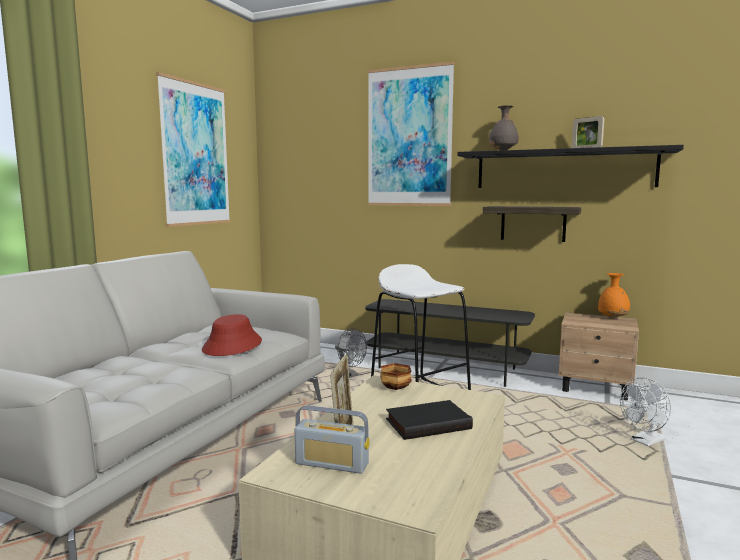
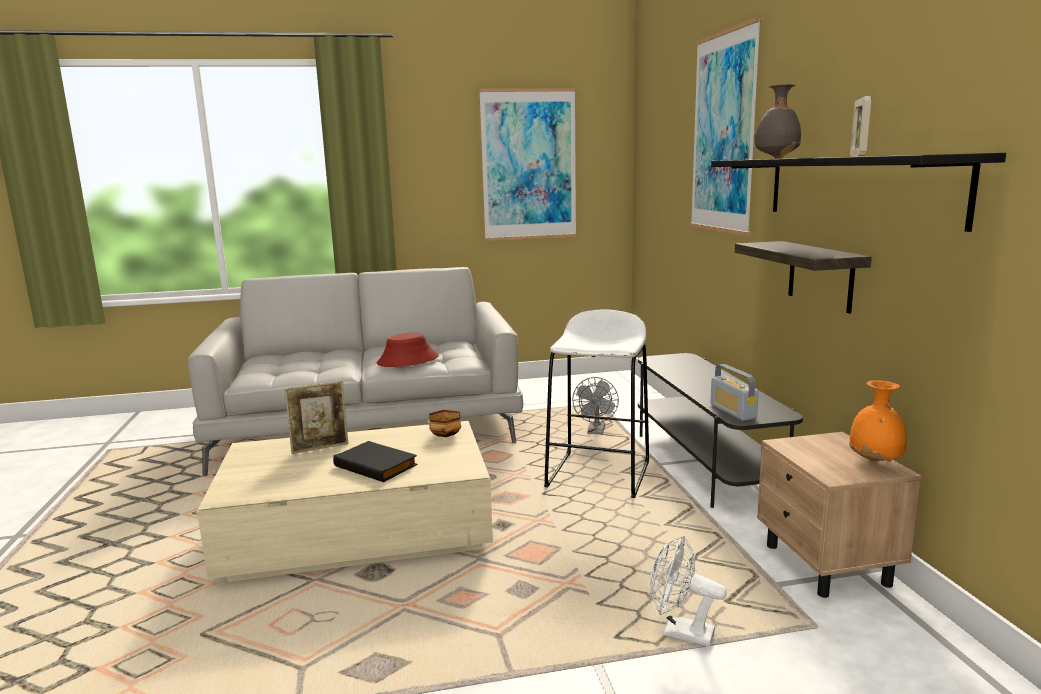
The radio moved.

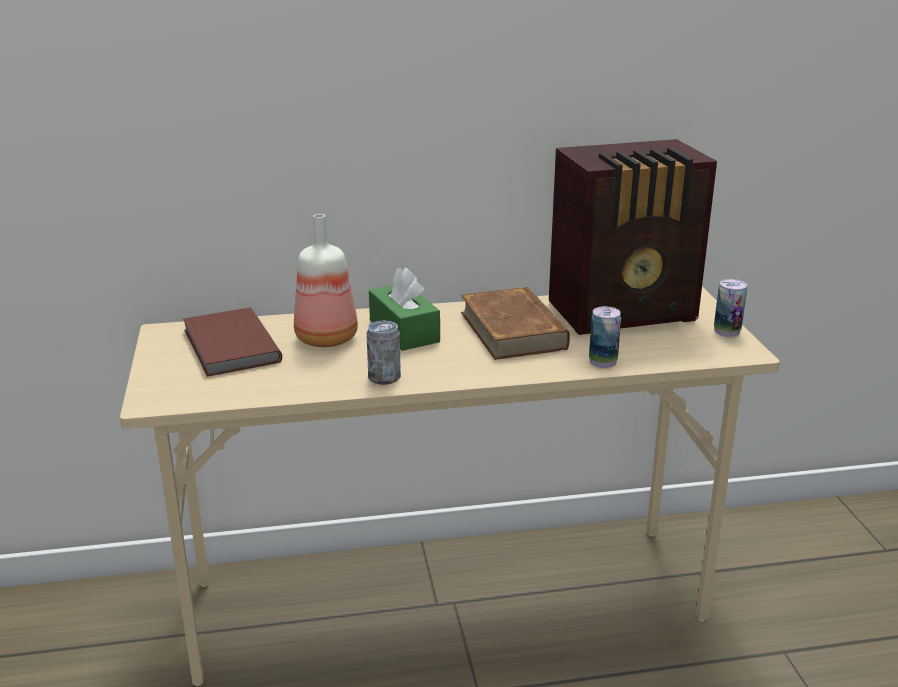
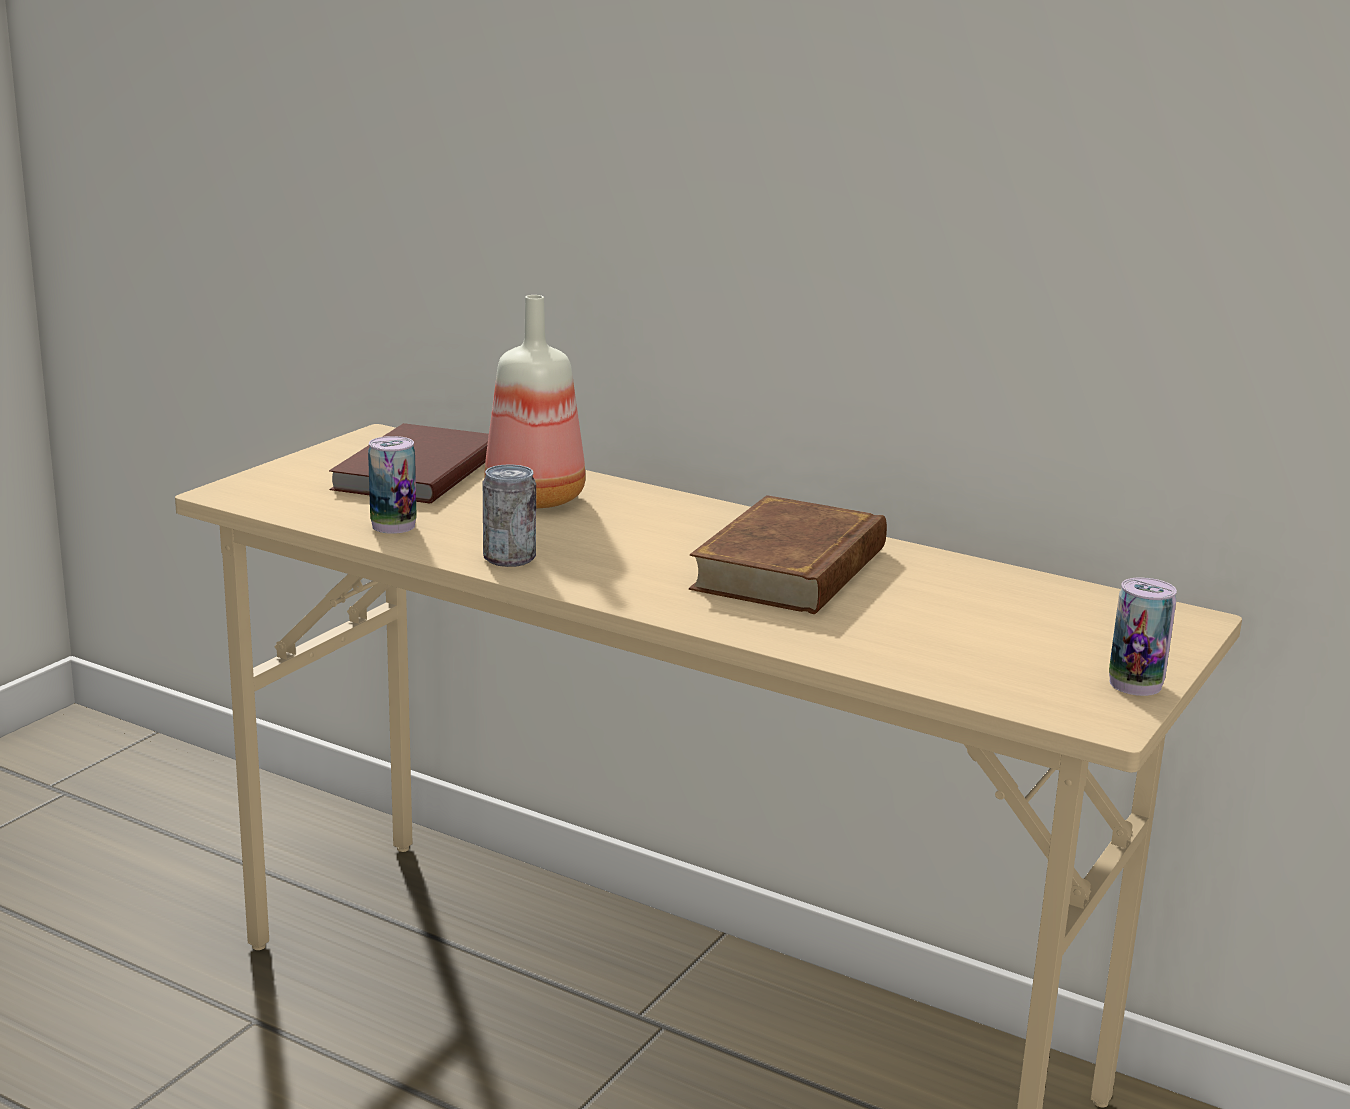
The green tissue box disappeared. The radio disappeared. The can (2nd from left in the first image) moved.

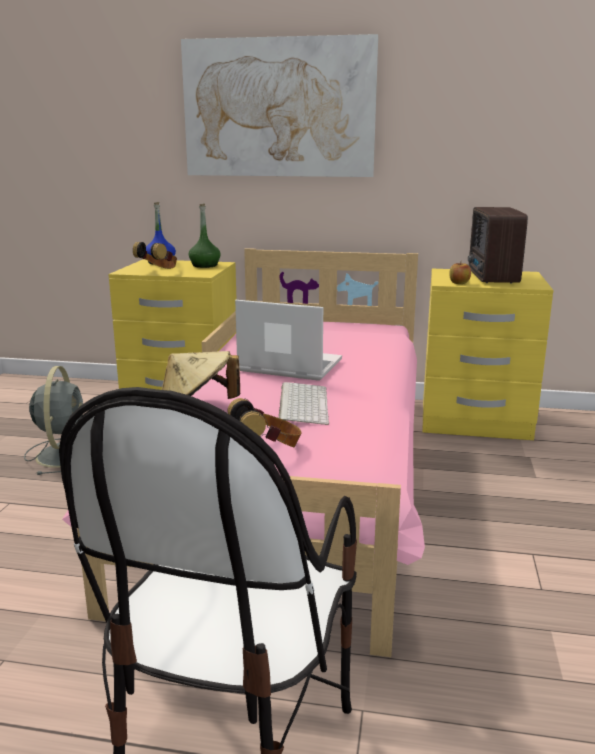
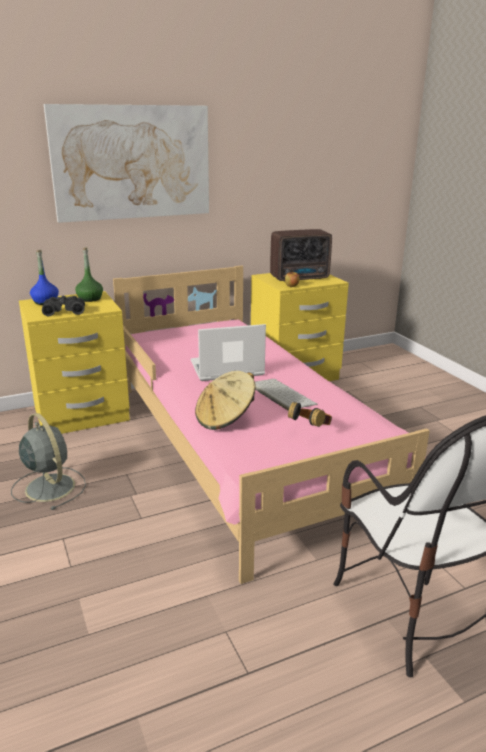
The headphones (1st from left) was replaced by the black binoculars. The radio turned 75 degrees counterclockwise.

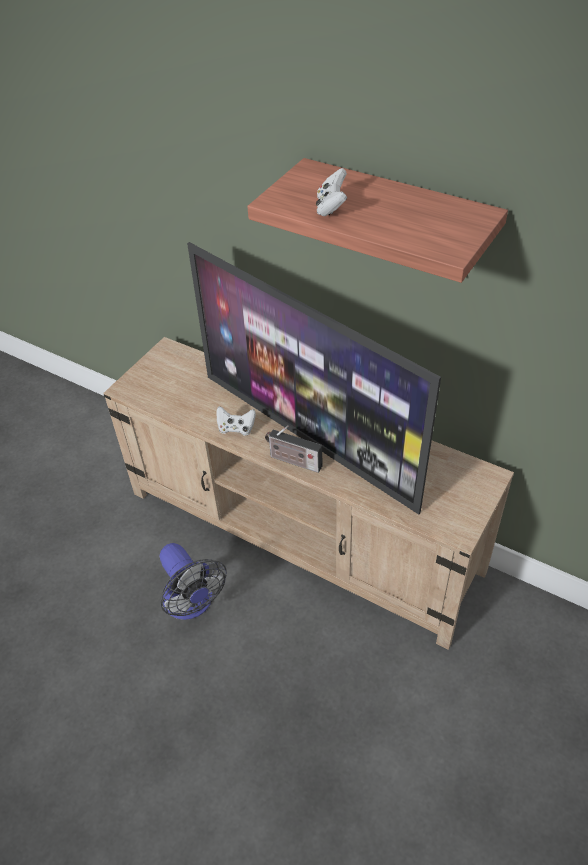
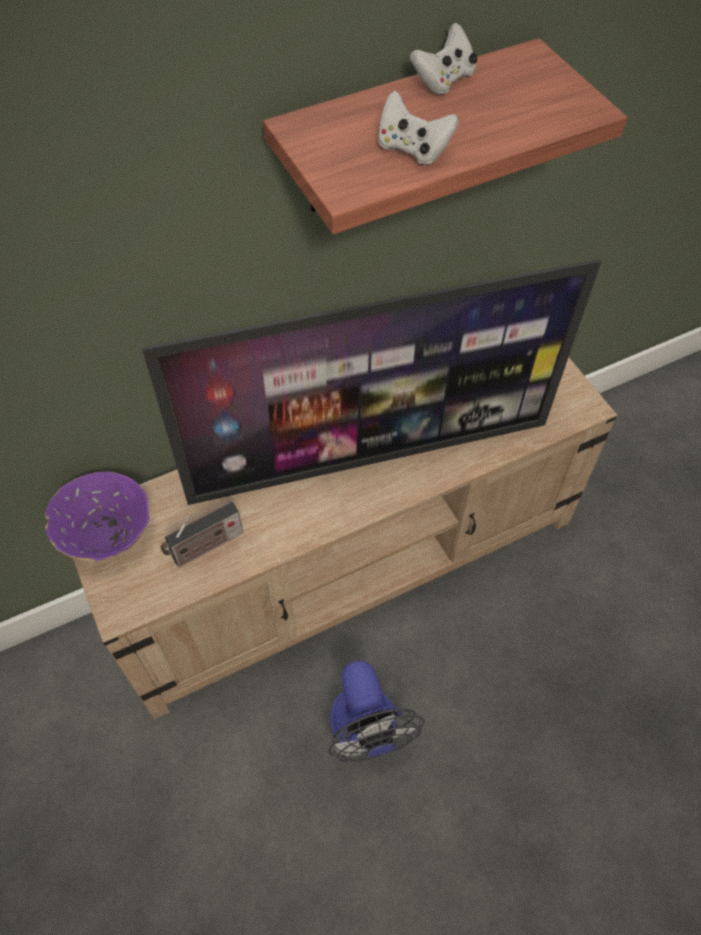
The fan turned 75 degrees clockwise. The white game controller (1st from left in the first image) moved. The radio moved. The purple bowl appeared.

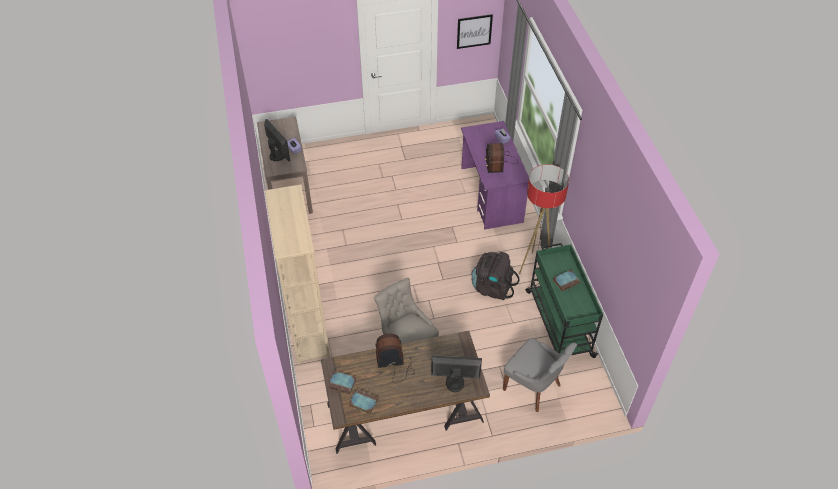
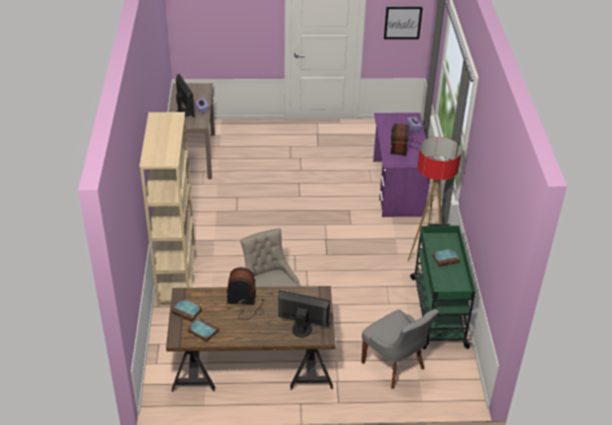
The black backpack disappeared.

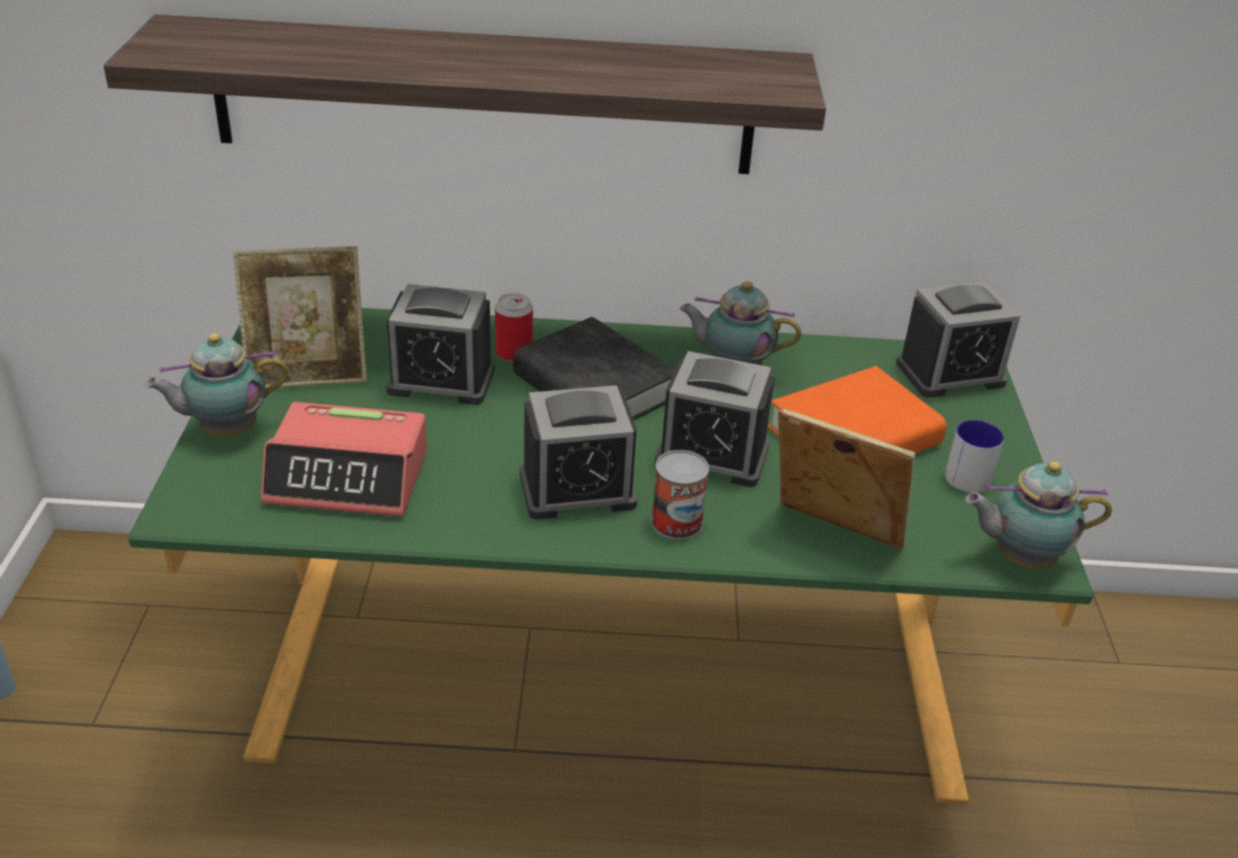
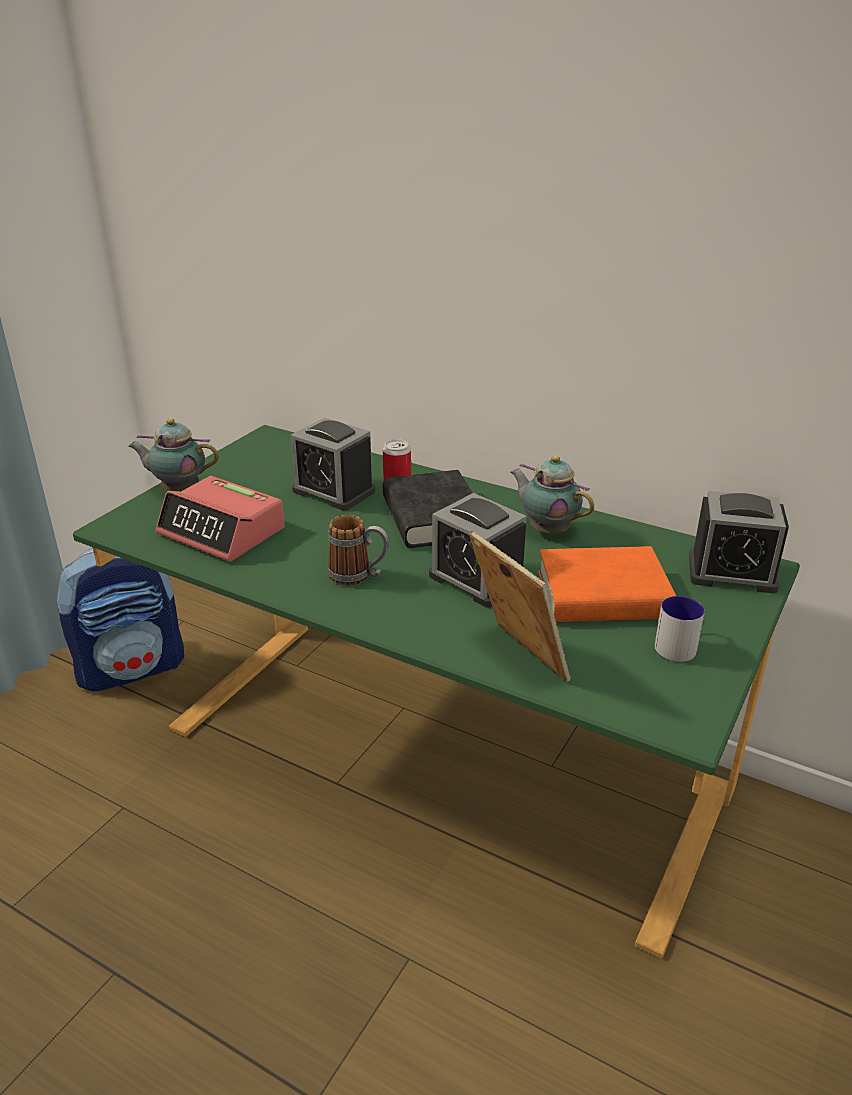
The shelf disappeared. The picture frame (1st from left) disappeared. The alarm clock (3rd from left) was replaced by the mug (1st from left). The can (2nd from left) disappeared. The teapot (3rd from left) disappeared. The backpack appeared.

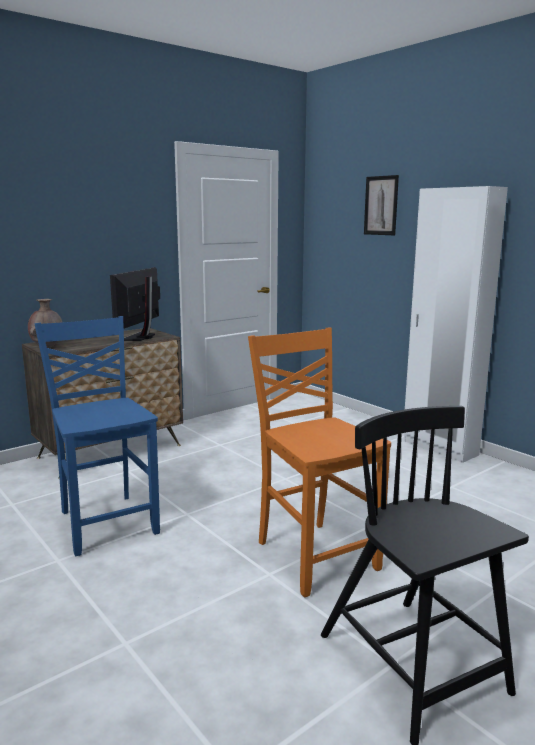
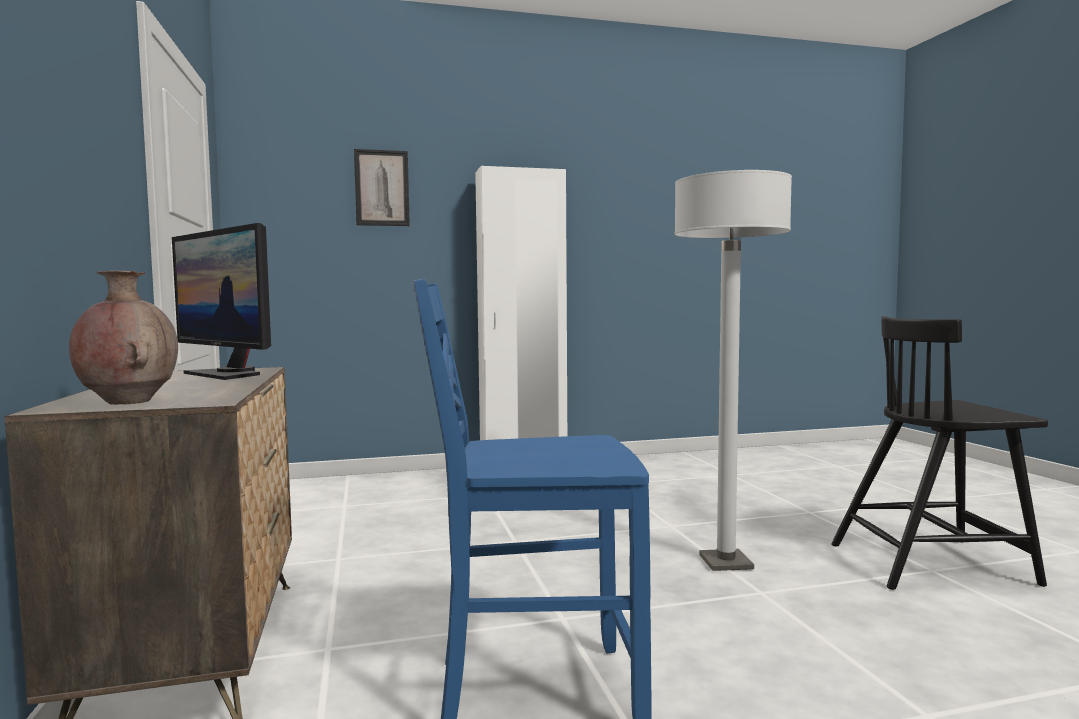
The orange chair was replaced by the white floor lamp.

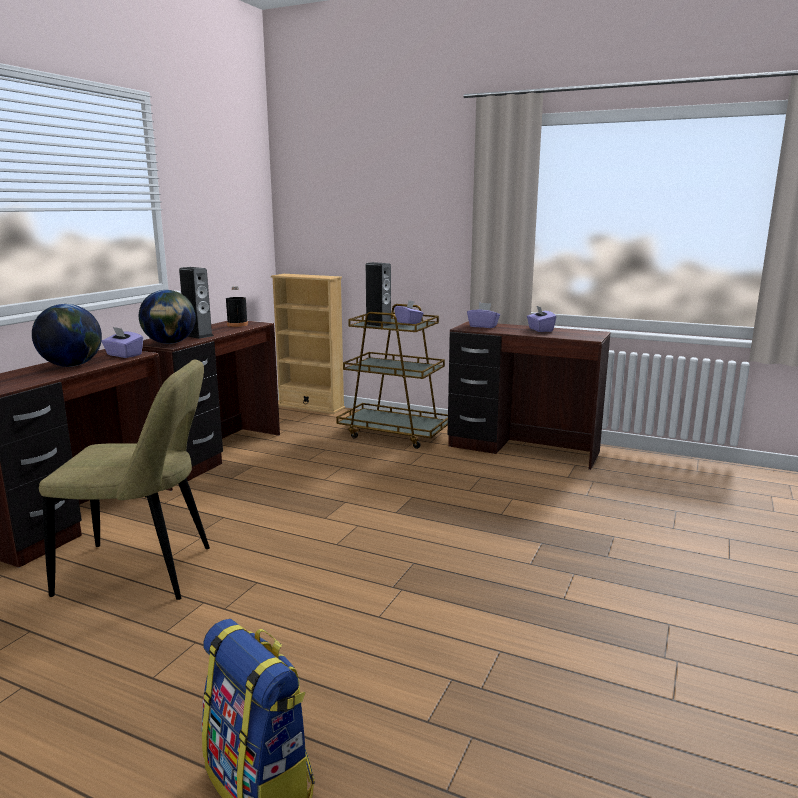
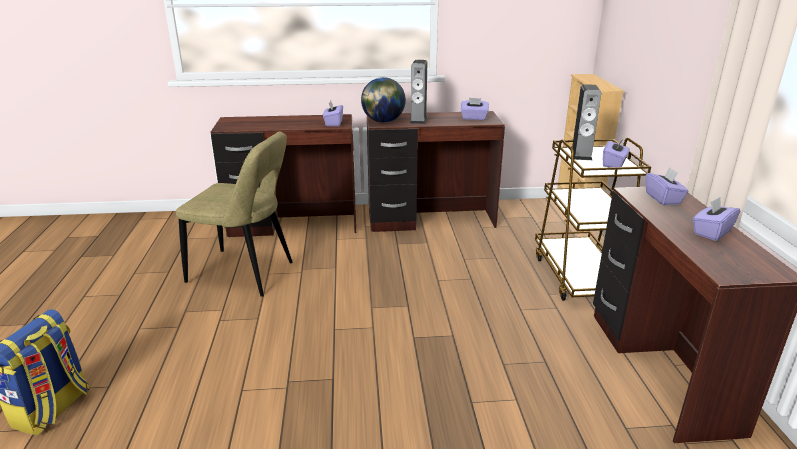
The globe (1st from left) disappeared. The beige chair turned 45 degrees counterclockwise. The black bottle was replaced by the purple tissue box (2nd from left).

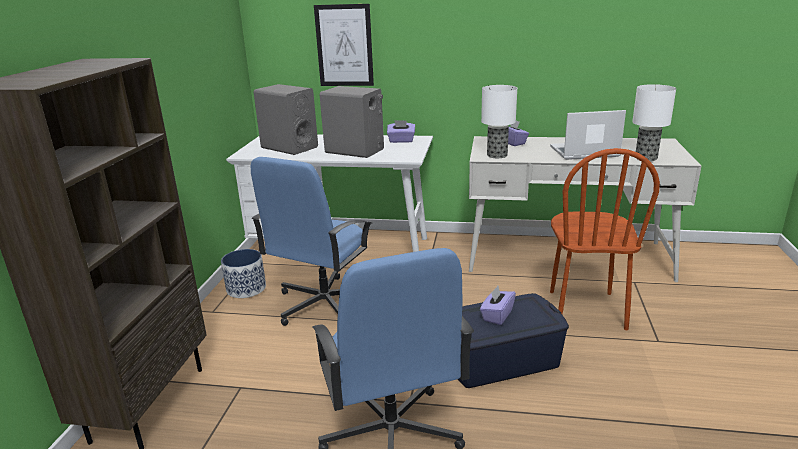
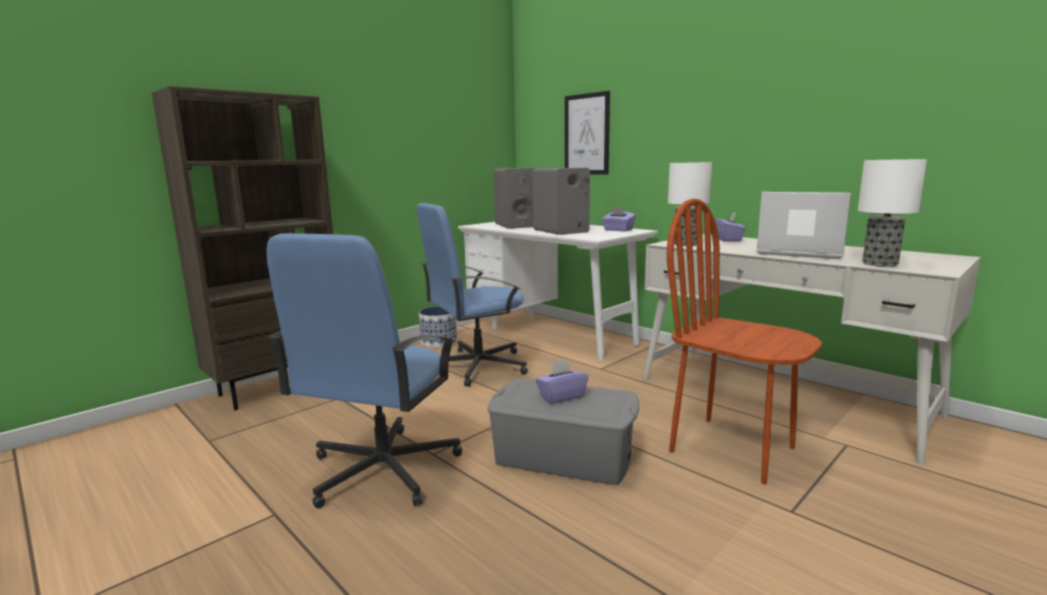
The blue storage box became the grey storage box. The brown chair turned 90 degrees clockwise.

